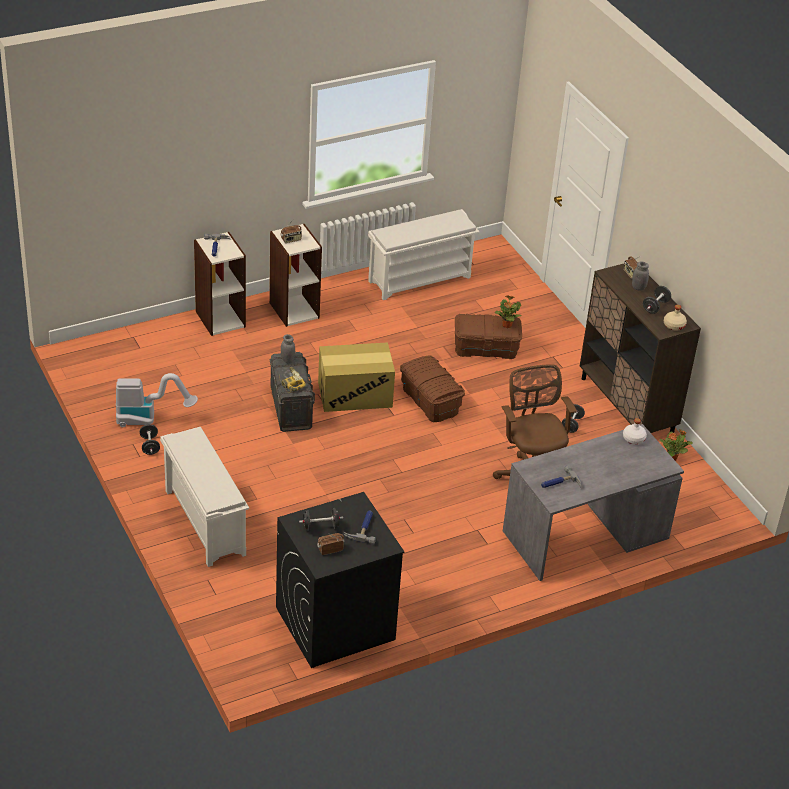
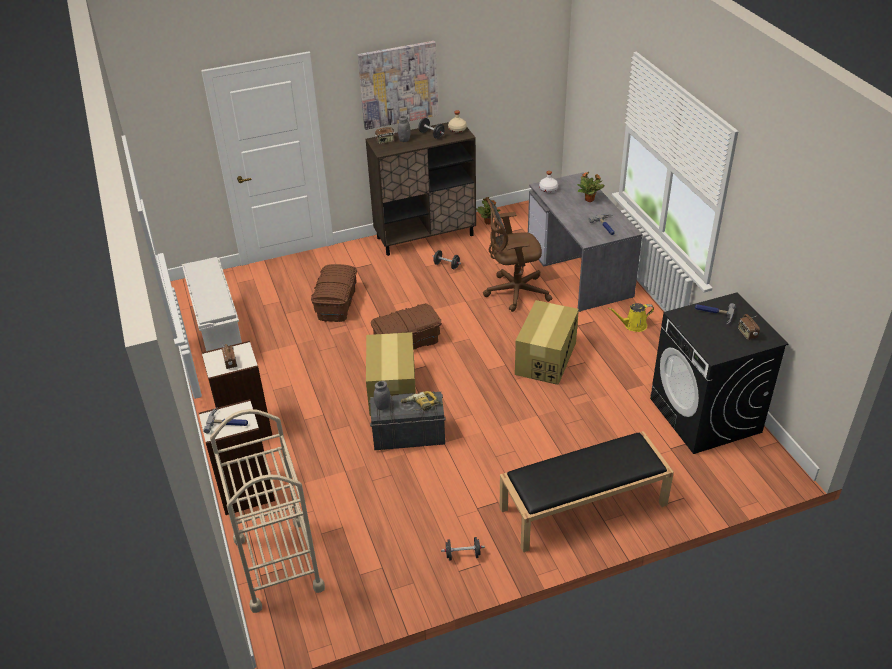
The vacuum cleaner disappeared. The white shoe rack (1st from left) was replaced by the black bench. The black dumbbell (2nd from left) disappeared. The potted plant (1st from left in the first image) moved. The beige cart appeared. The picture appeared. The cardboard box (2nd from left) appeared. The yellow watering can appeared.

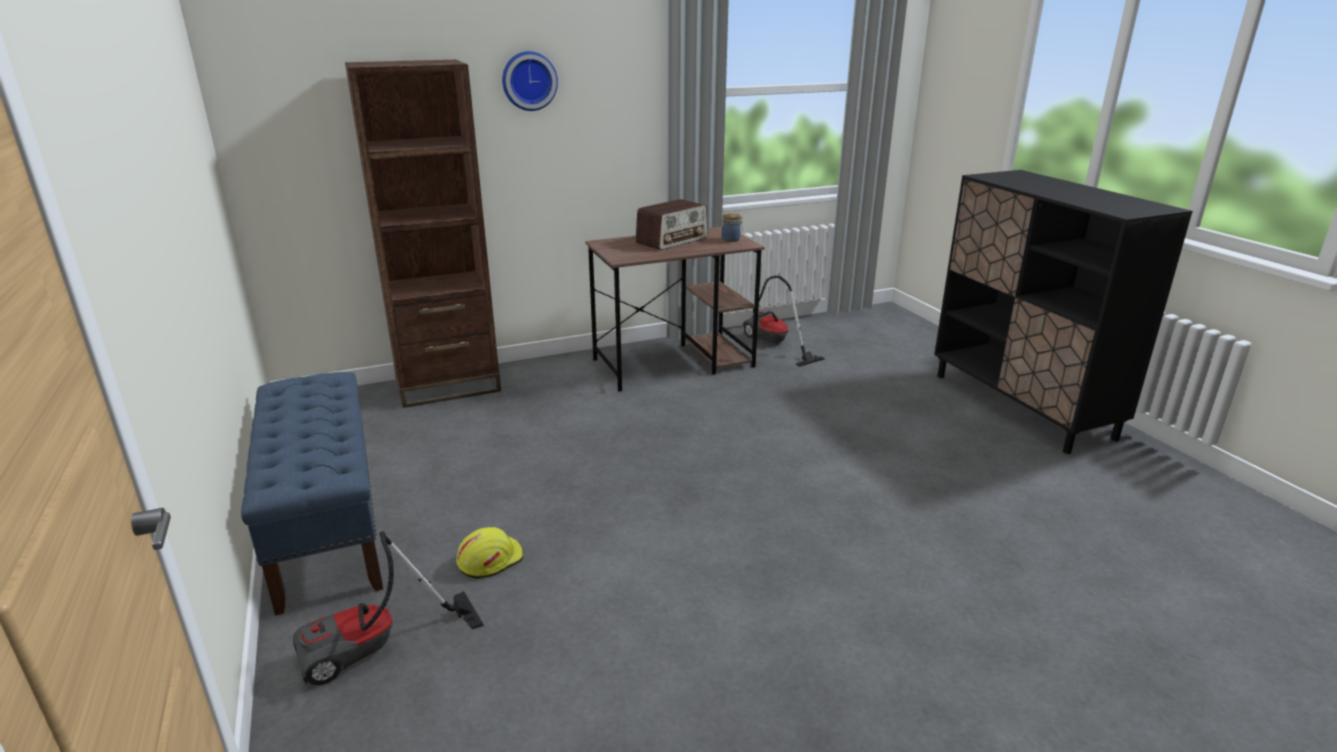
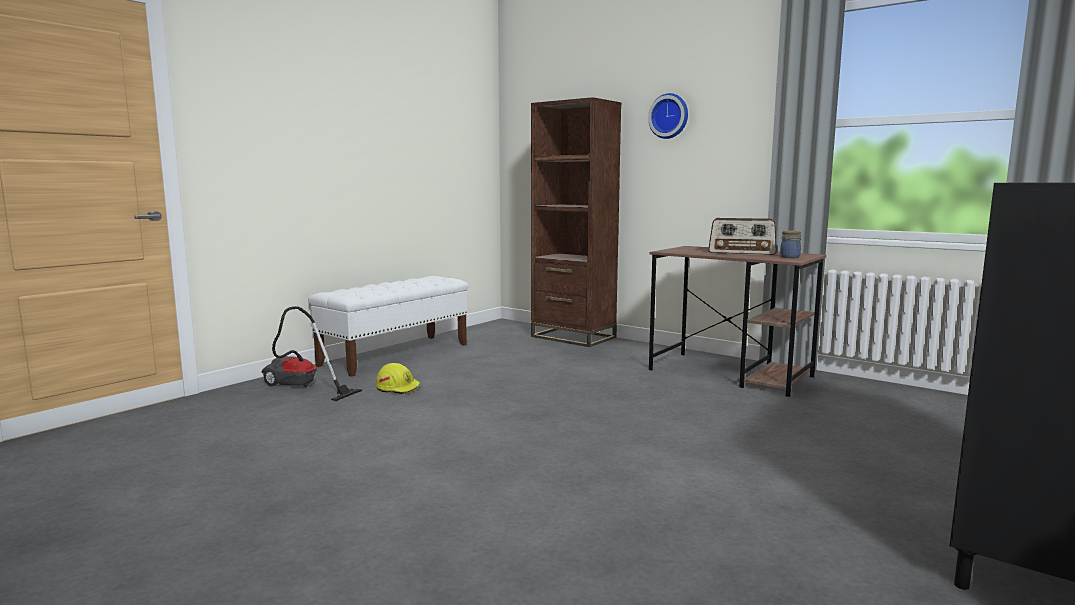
The blue bench became the white bench. The vacuum cleaner (2nd from left) disappeared.

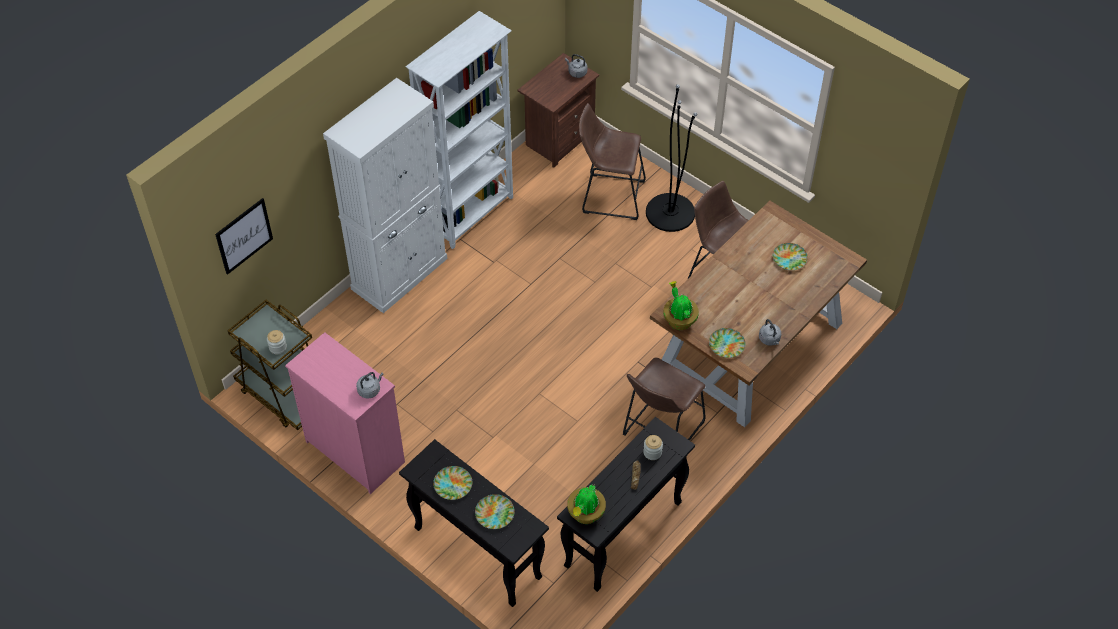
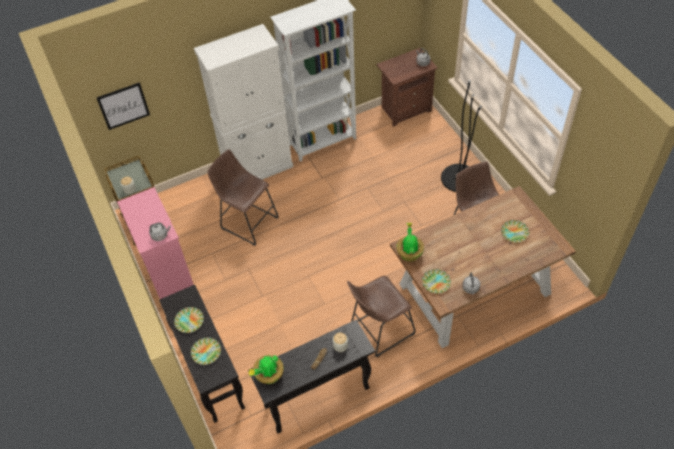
The brown stool (1st from left) moved.

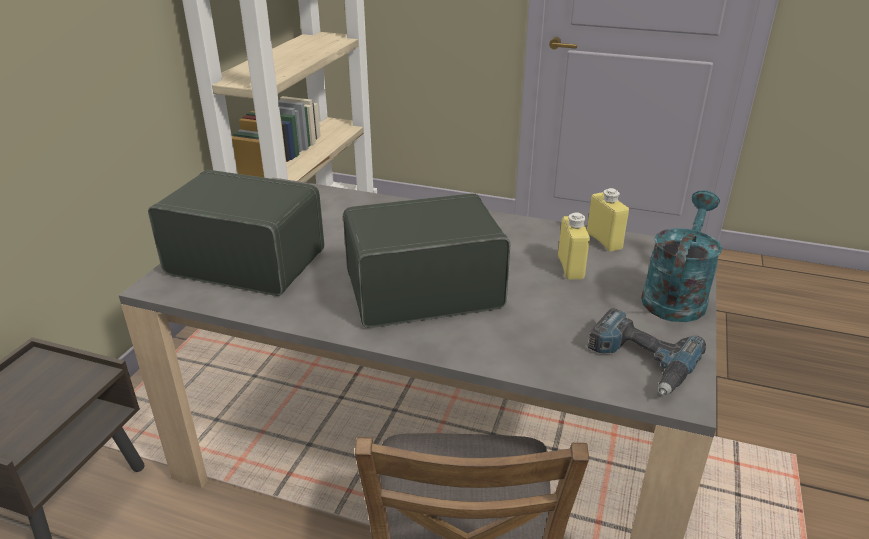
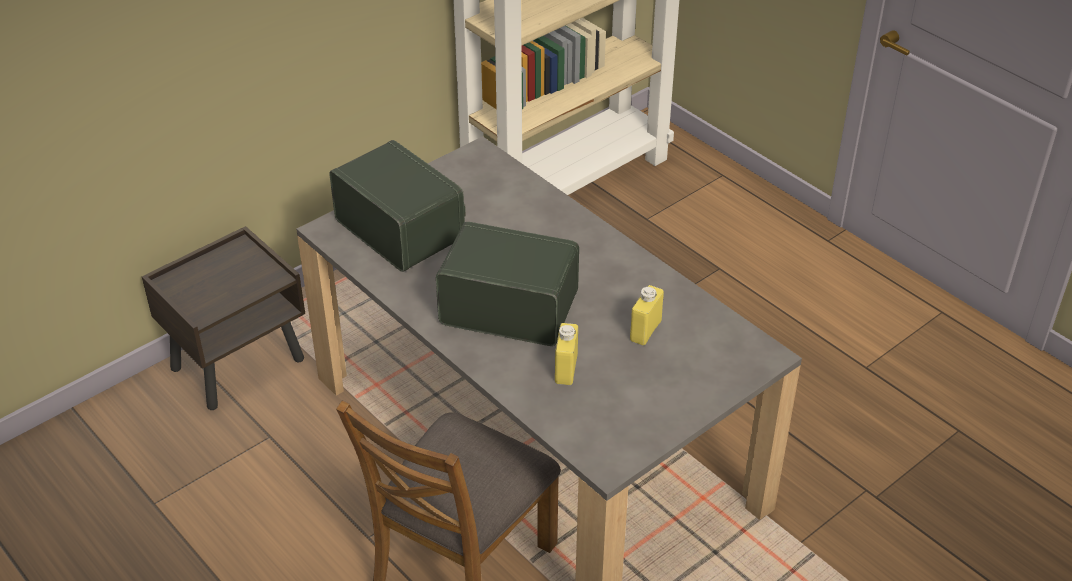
The yellow bottle (2nd from left in the first image) moved. The power drill disappeared. The turquoise watering can disappeared.

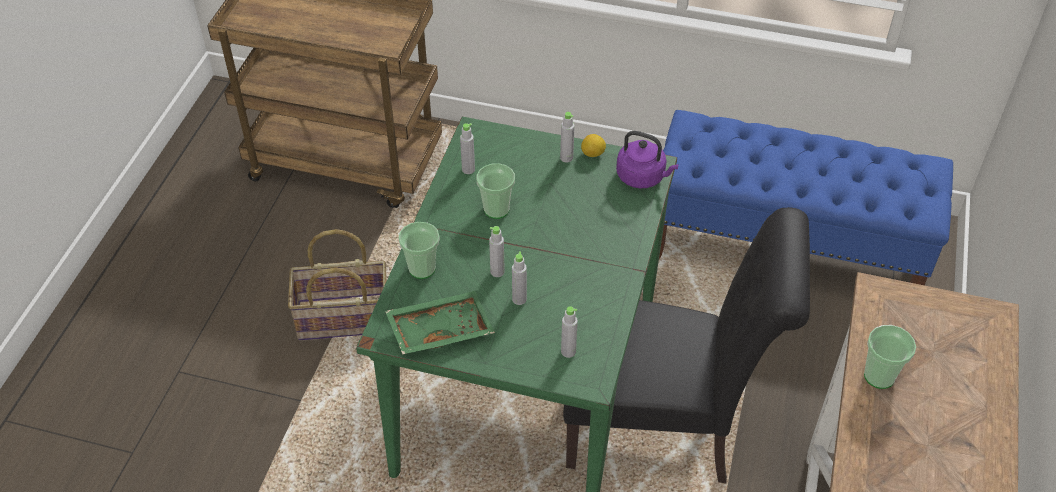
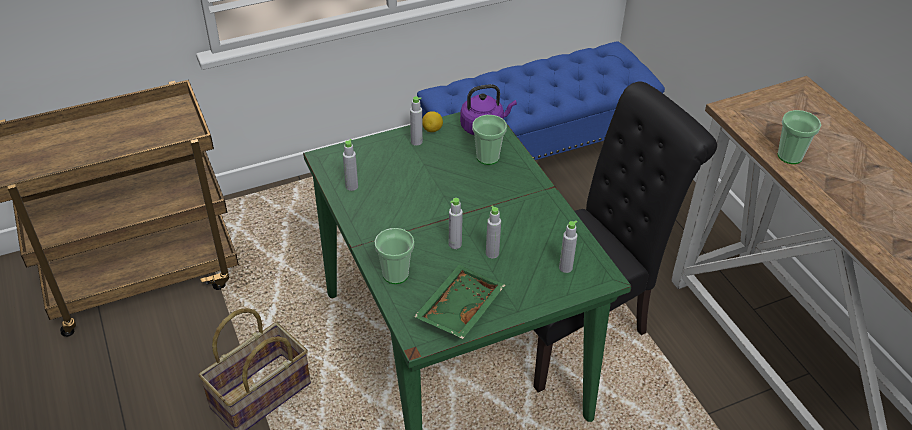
The cup (2nd from left) moved.

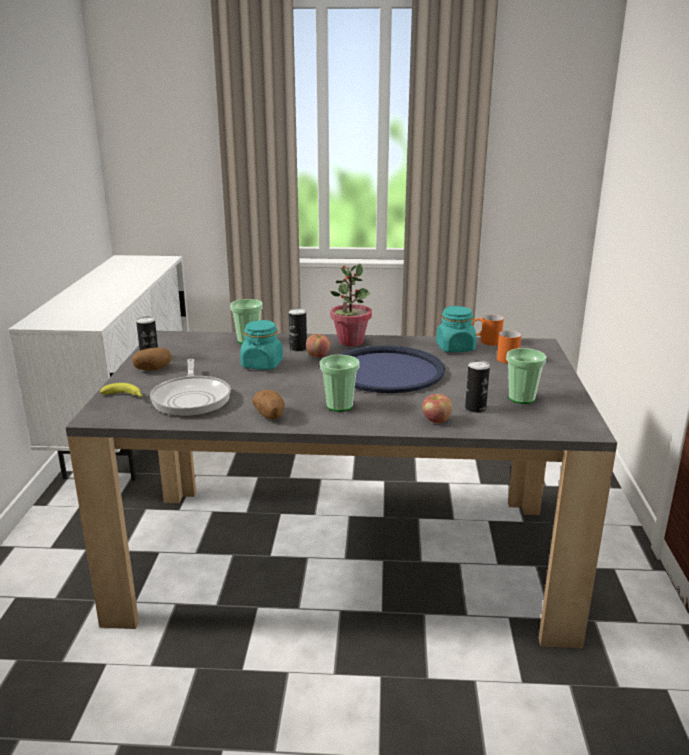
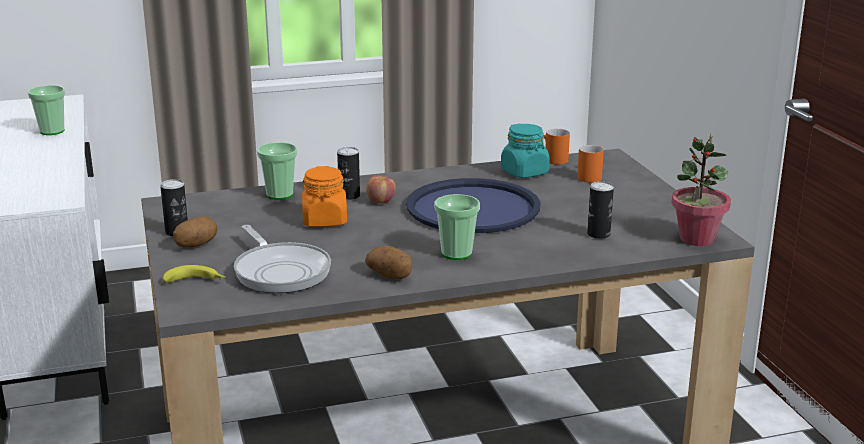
The turquoise jar (1st from left) became the orange jar. The potted plant moved. The apple (2nd from left) disappeared. The cup (3rd from left in the first image) moved.

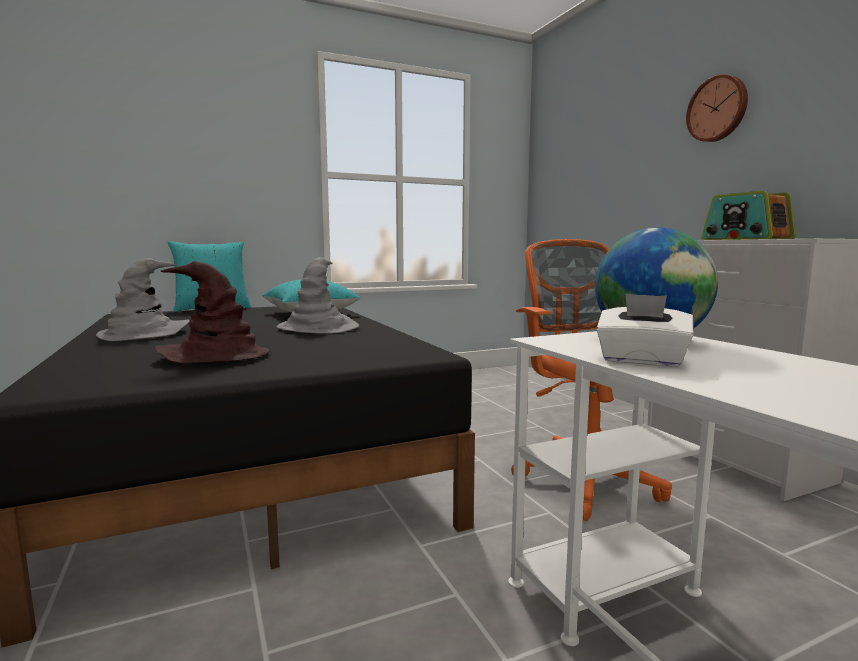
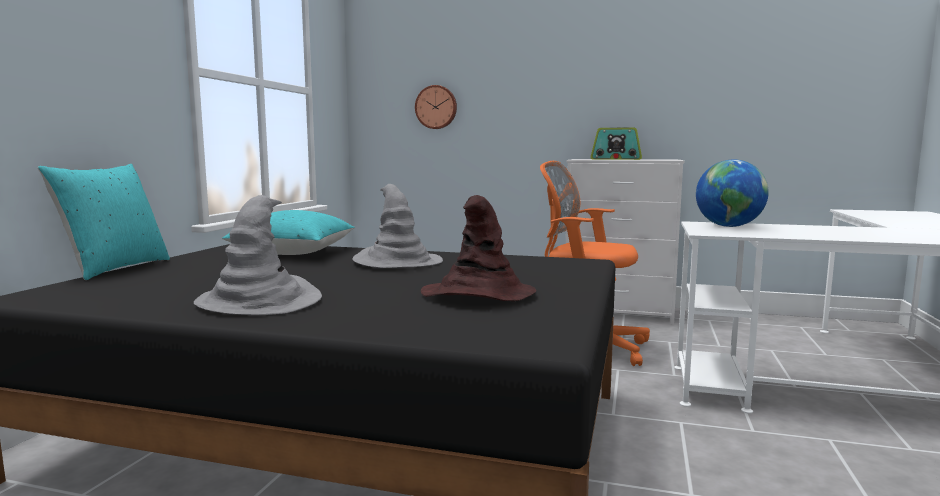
The white tissue box disappeared. The wall clock moved.

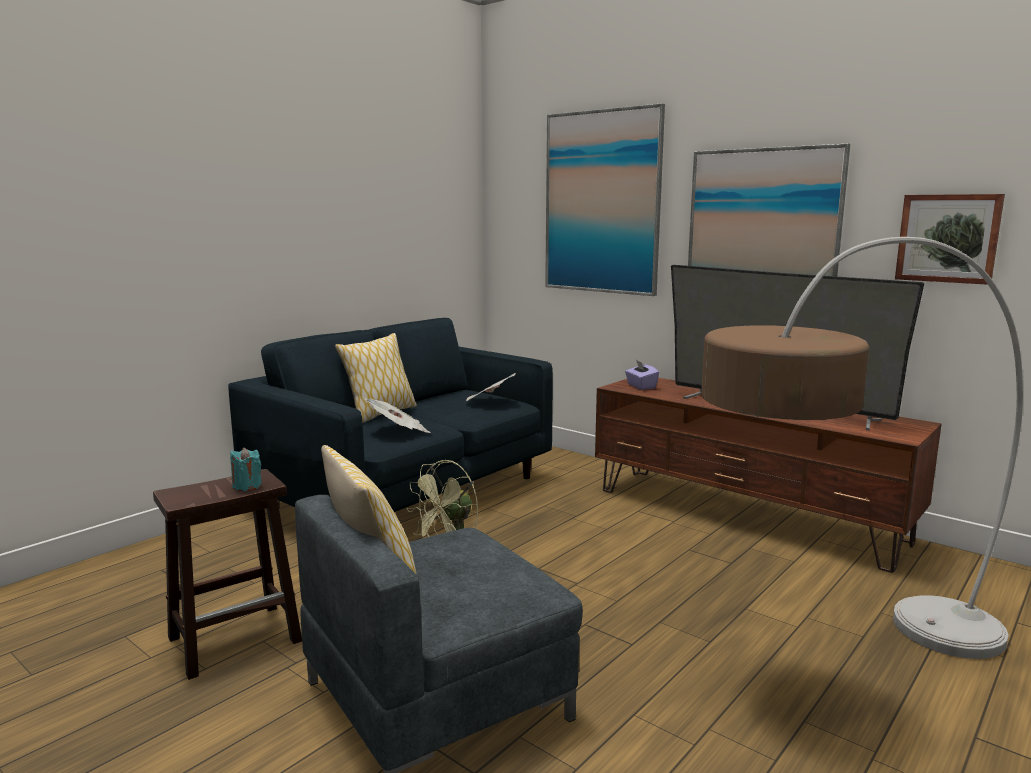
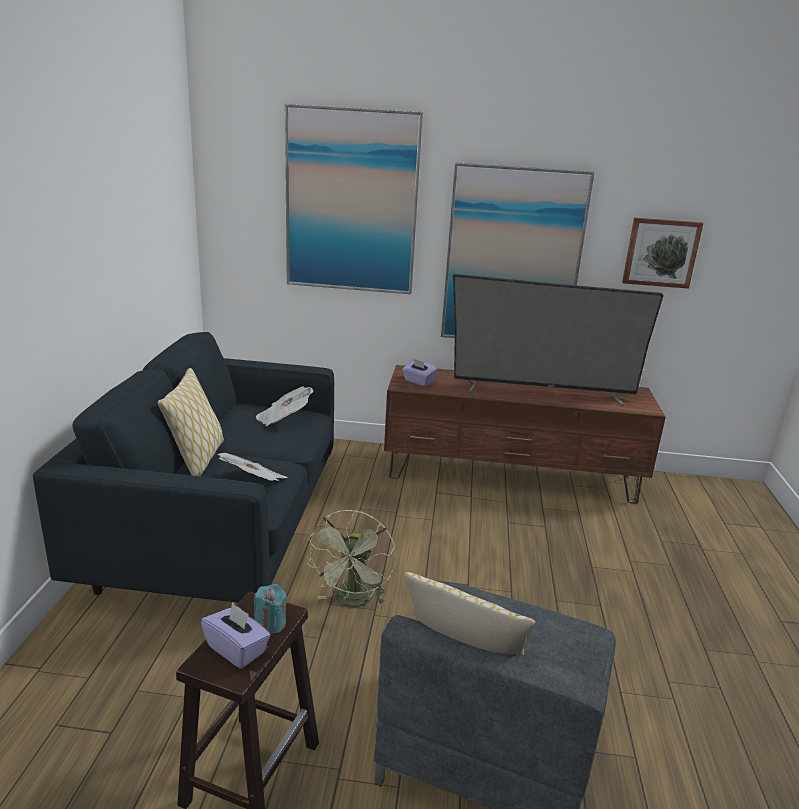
The floor lamp disappeared. The purple tissue box (1st from left) appeared.

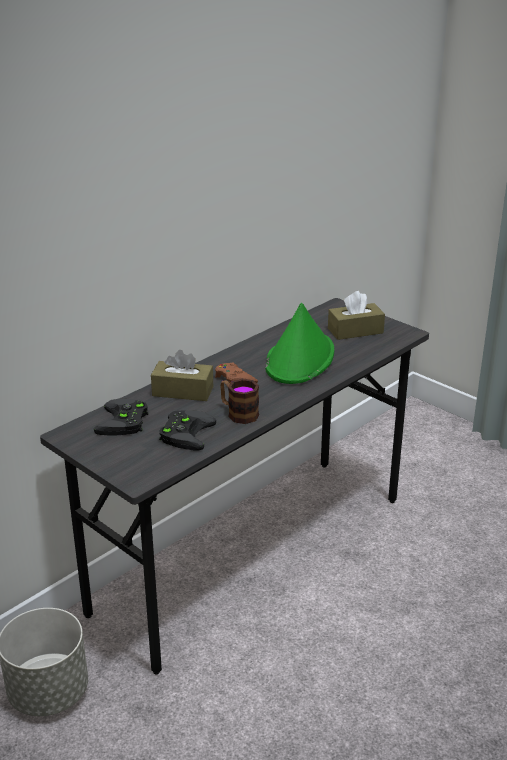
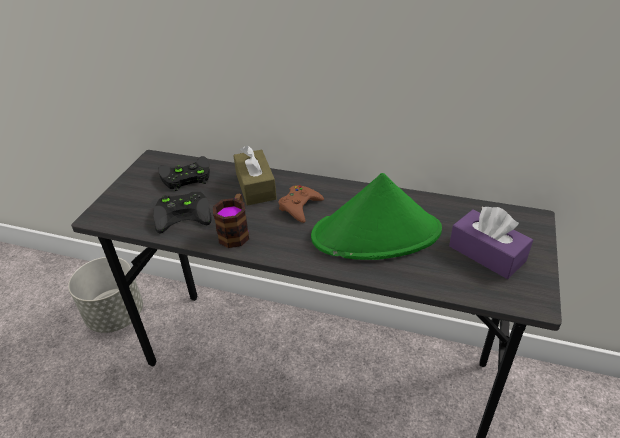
The brown tissue box (2nd from left) became the purple tissue box.

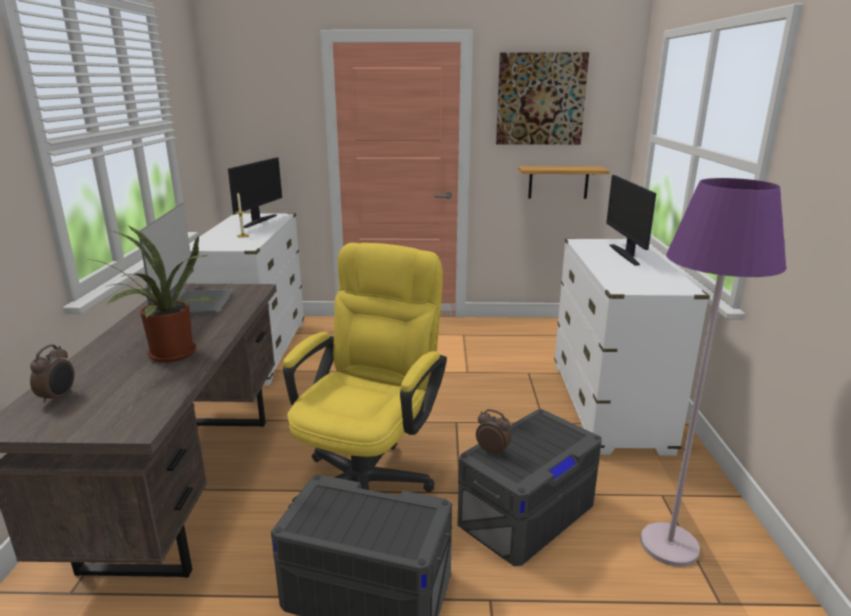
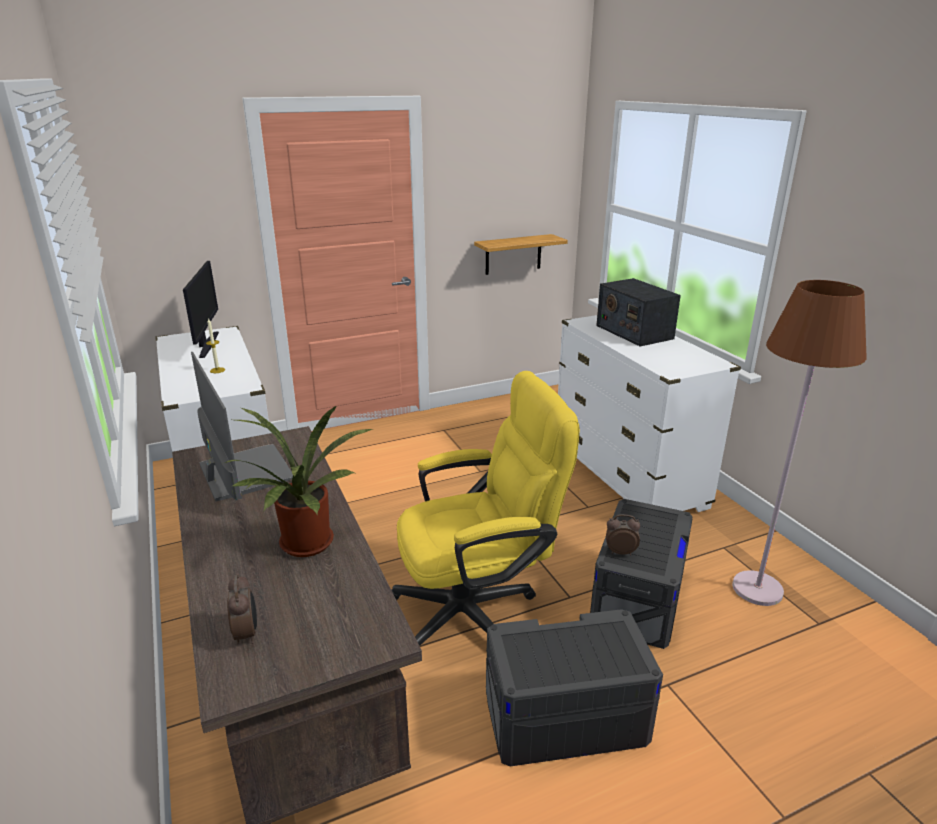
The yellow office chair turned 75 degrees clockwise. The picture disappeared. The monitor (3rd from left) was replaced by the radio. The purple floor lamp became the brown floor lamp.

